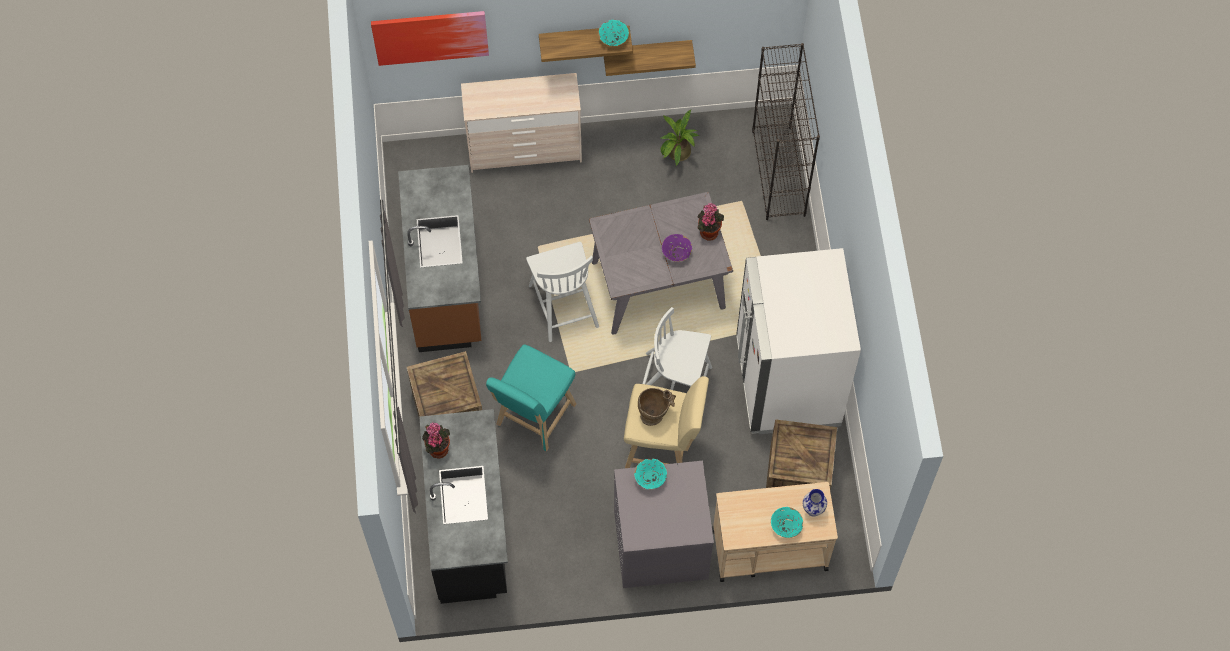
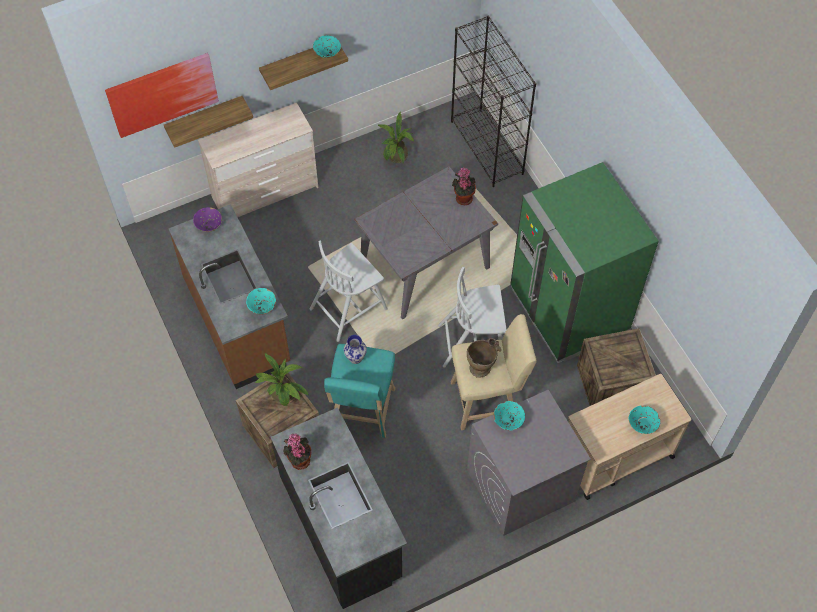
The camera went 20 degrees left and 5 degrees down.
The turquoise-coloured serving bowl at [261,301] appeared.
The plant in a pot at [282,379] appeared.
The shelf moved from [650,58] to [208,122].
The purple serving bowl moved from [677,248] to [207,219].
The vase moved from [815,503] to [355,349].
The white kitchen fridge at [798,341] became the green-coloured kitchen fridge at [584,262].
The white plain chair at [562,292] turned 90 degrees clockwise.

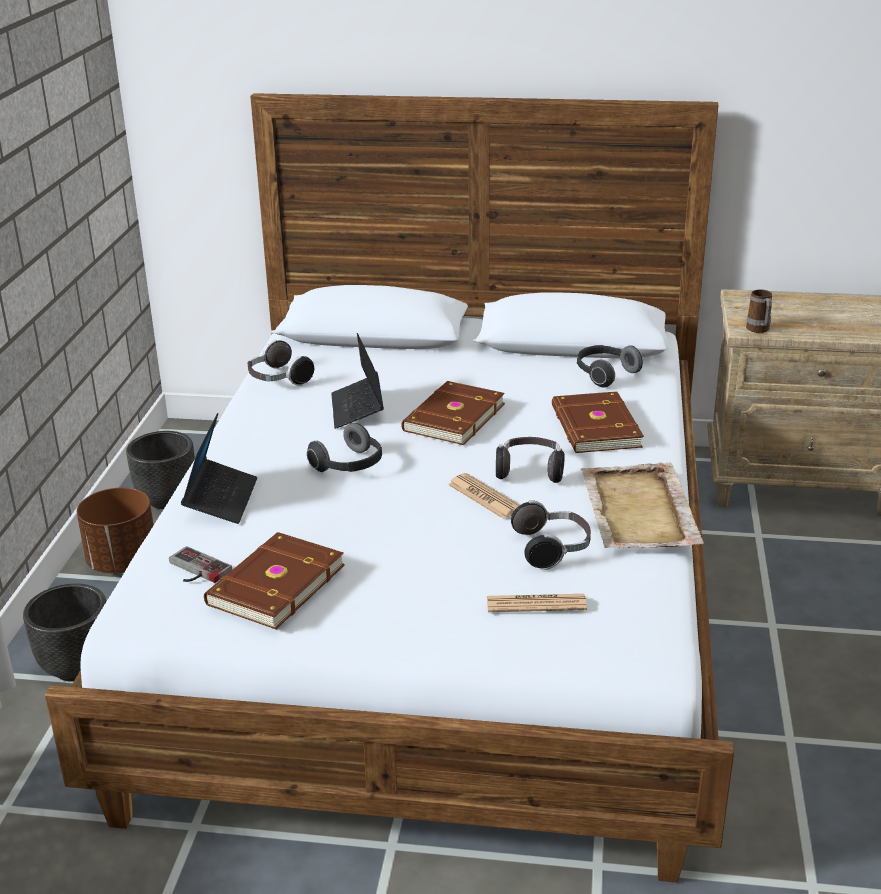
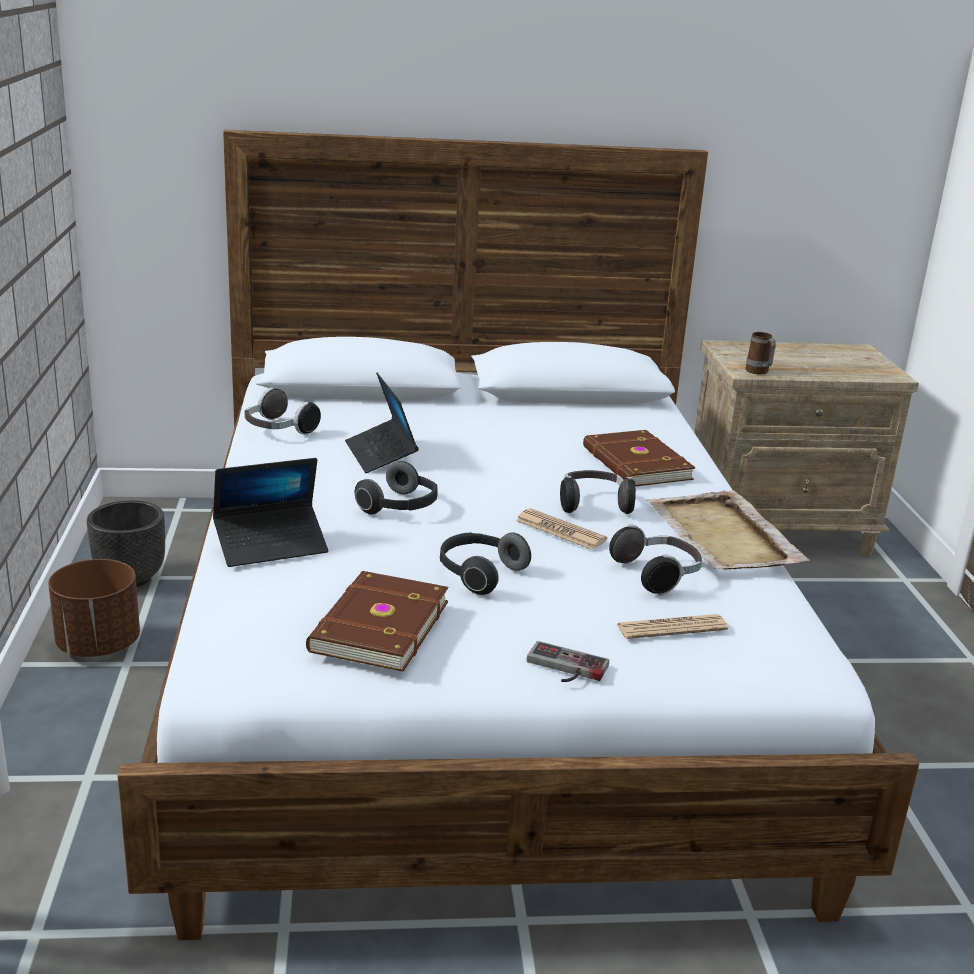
The camera went 15 degrees left and 5 degrees down.
The black plant pot at [65,632] disappeared.
The brownish volume at [453,413] disappeared.
The joypad moved from [200,564] to [568,661].
The pair of headphones moved from [610,366] to [485,563].
The laptop at [219,468] turned 75 degrees clockwise.

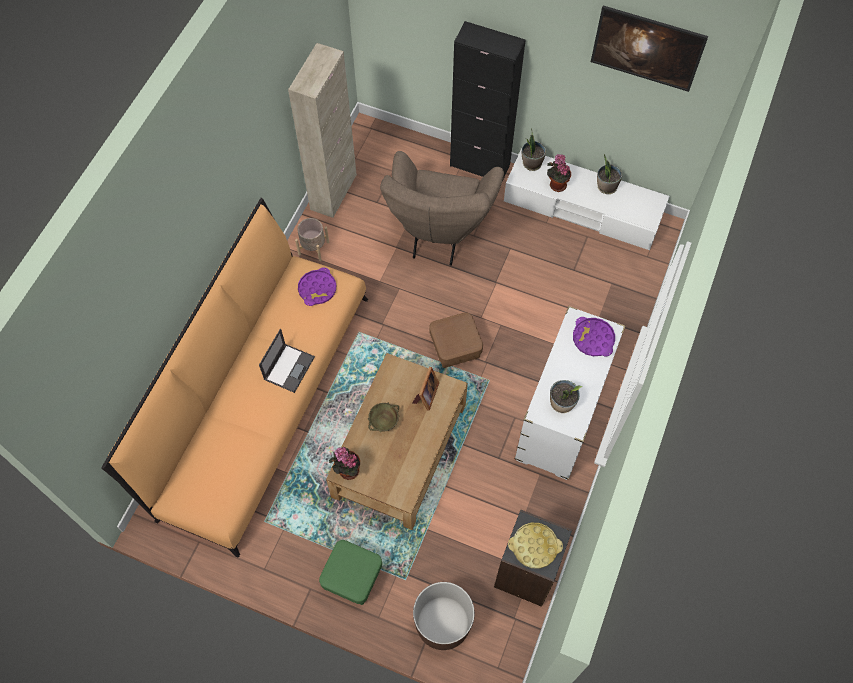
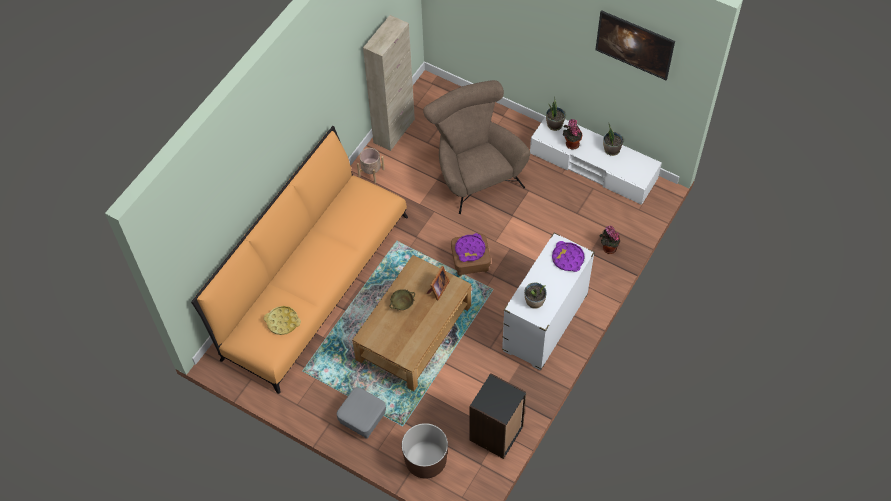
The camera went 10 degrees right and 5 degrees down.
The laptop at [287,361] disappeared.
The black cabinet at [488,100] disappeared.
The purple serving tray moved from [317,286] to [470,247].
The plant in a pot moved from [344,463] to [610,240].
The yellow-coloured serving tray moved from [535,546] to [282,320].
The green-coloured ottoman at [350,572] became the gray ottoman at [361,413].
The brownish armchair at [442,208] turned 135 degrees clockwise.

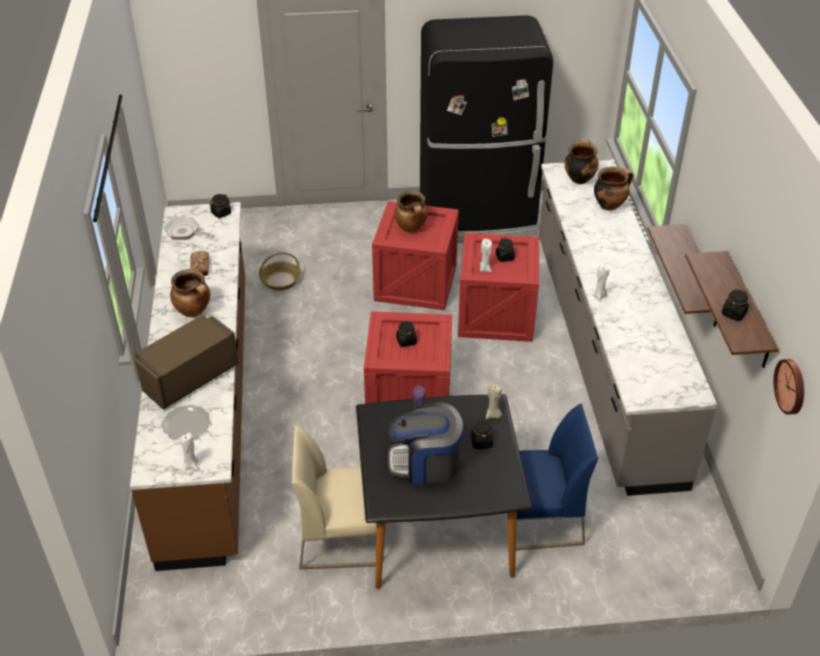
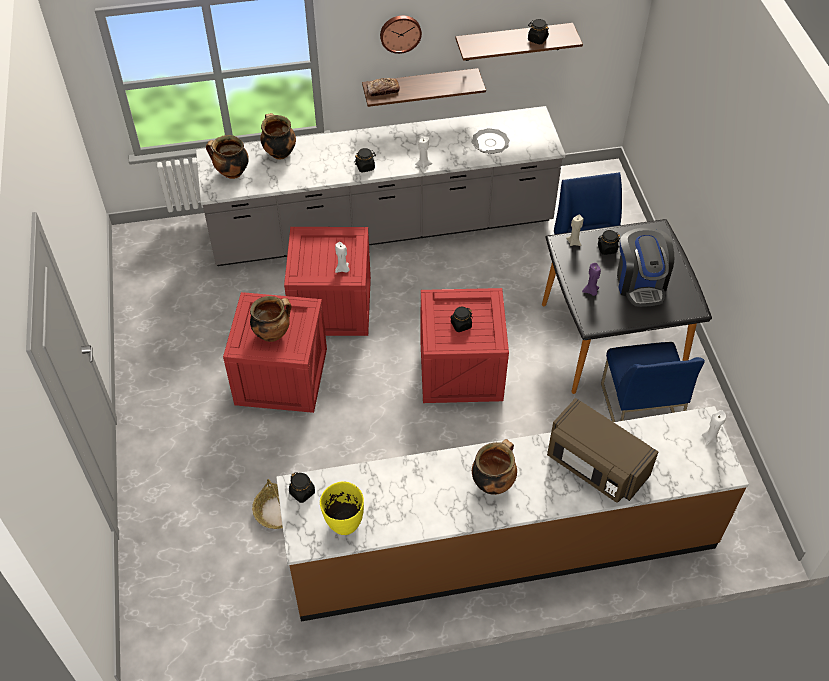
The camera went 95 degrees left and 10 degrees up.
The black kitchen fridge at [486,129] disappeared.
The dinner plate moved from [186,422] to [491,141].
The baked bread moved from [199,263] to [383,87].
The black preserve jar moved from [505,250] to [365,160].
The hanging clock moved from [789,387] to [401,35].
The pan at [189,228] was replaced by the yellow-coloured vase at [342,508].
The sand-coloured plain chair at [334,497] became the bluish plain chair at [653,382].

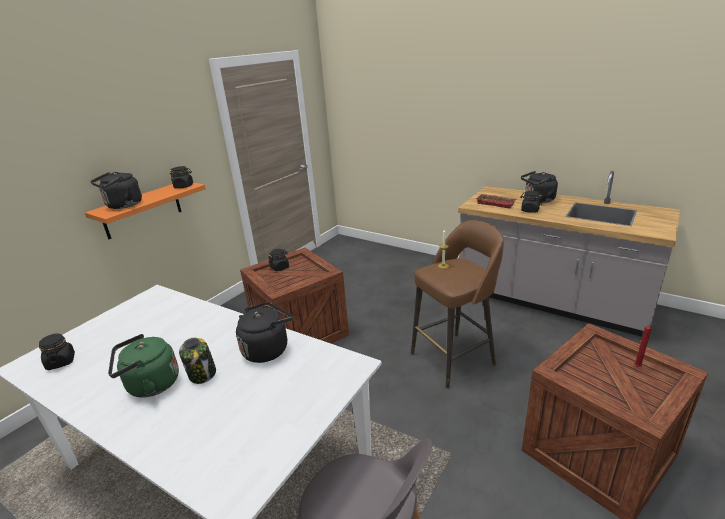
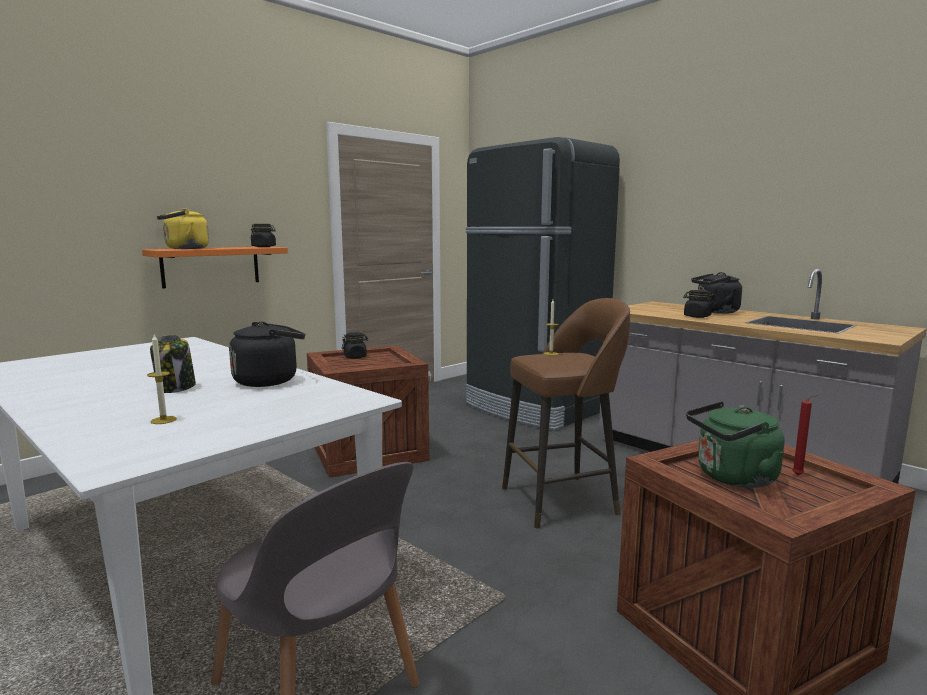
The camera went 10 degrees right and 15 degrees down.
The black preserve jar at [57,351] disappeared.
The red-coloured serving tray at [496,201] disappeared.
The candle at [162,379] appeared.
The black kitchen fridge at [543,284] appeared.
The green-coloured tea kettle moved from [143,366] to [735,444].
The black tea kettle at [116,190] became the yellow-coloured tea kettle at [183,228].

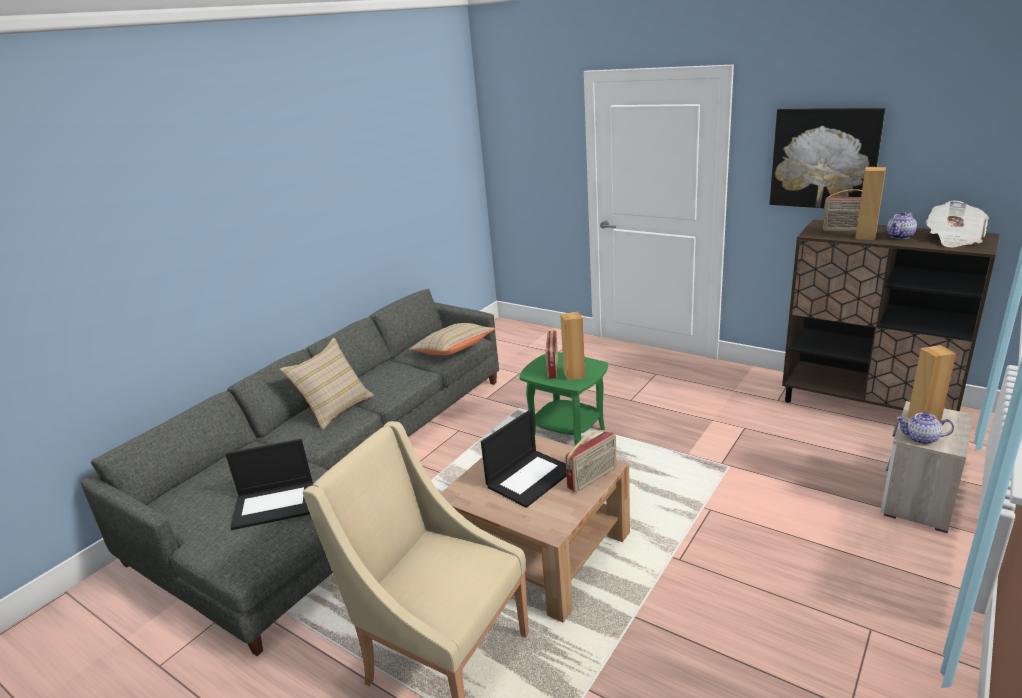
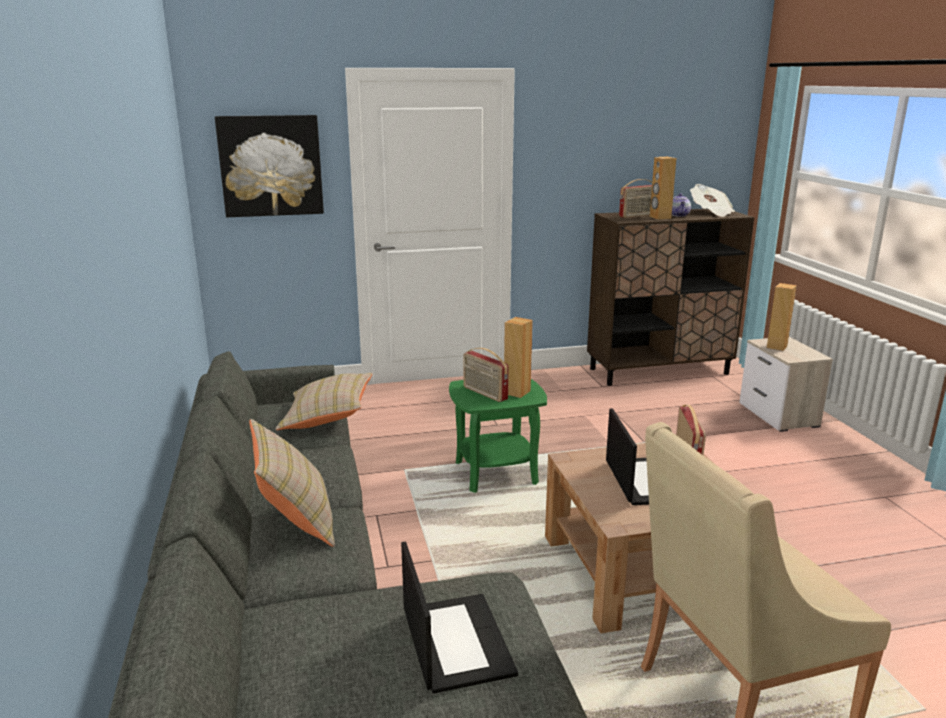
The camera went 50 degrees left and 5 degrees down.
The tea pot at [925,428] disappeared.
The wall picture moved from [827,158] to [269,166].
The laptop at [269,484] turned 45 degrees counterclockwise.

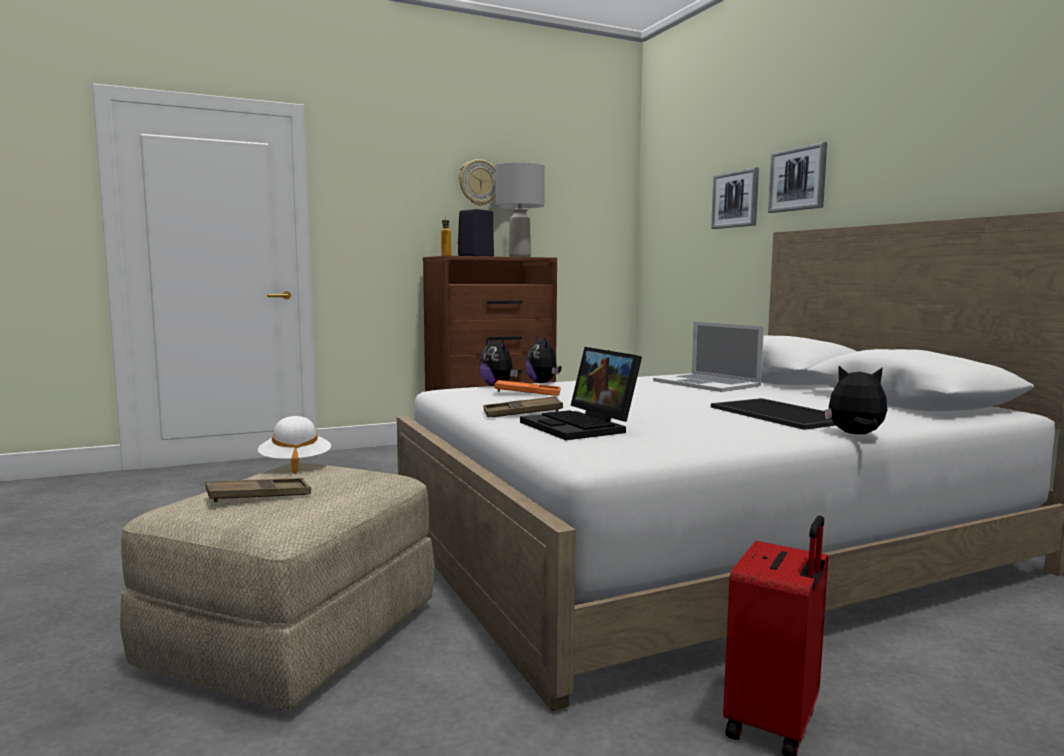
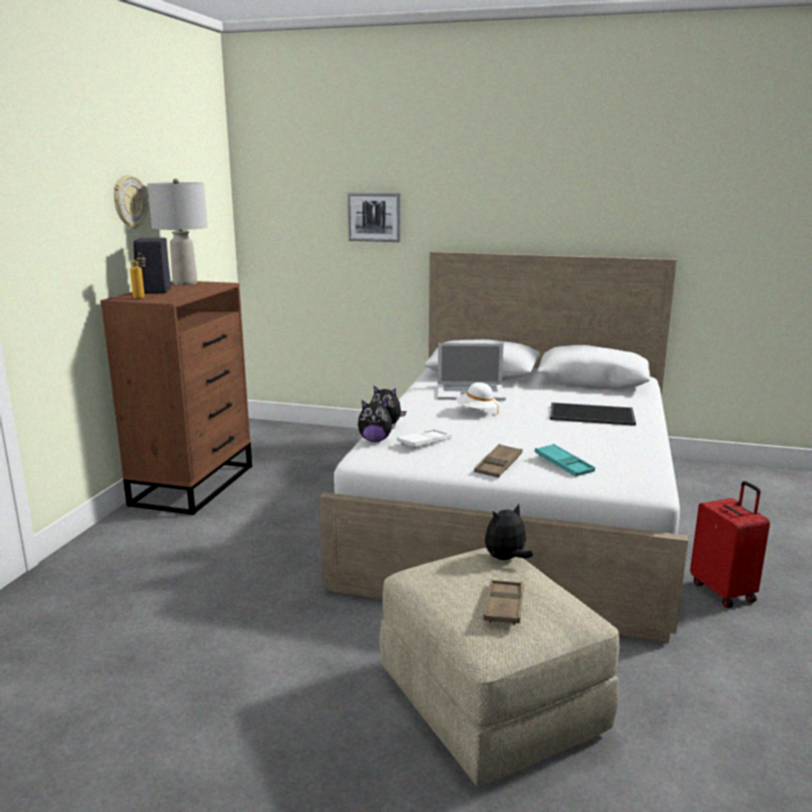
The camera went 50 degrees left and 10 degrees up.
The wall picture at [797,177] disappeared.
The white hat moved from [294,445] to [477,398].
The cuddly toy moved from [856,400] to [509,532].
The laptop at [581,393] was replaced by the turquoise-coloured serving tray at [565,460].
The orangey serving tray at [527,388] became the white serving tray at [424,438].

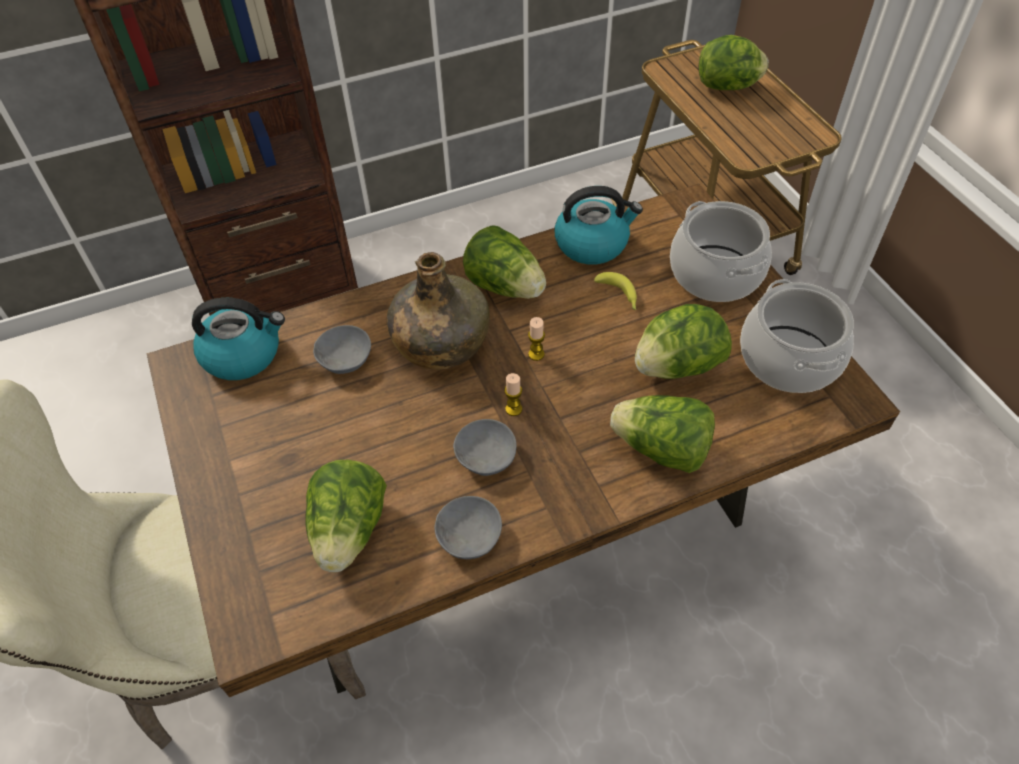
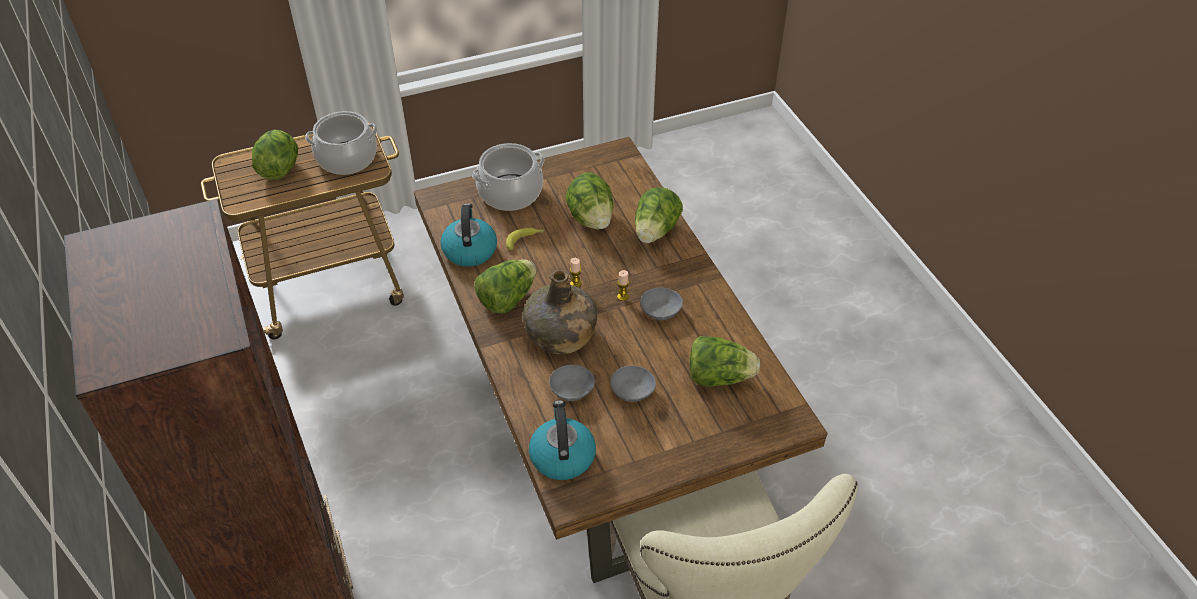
The camera went 90 degrees left and 5 degrees down.
The gray serving bowl moved from [468,527] to [633,383].
The stockpot moved from [797,336] to [341,143].

